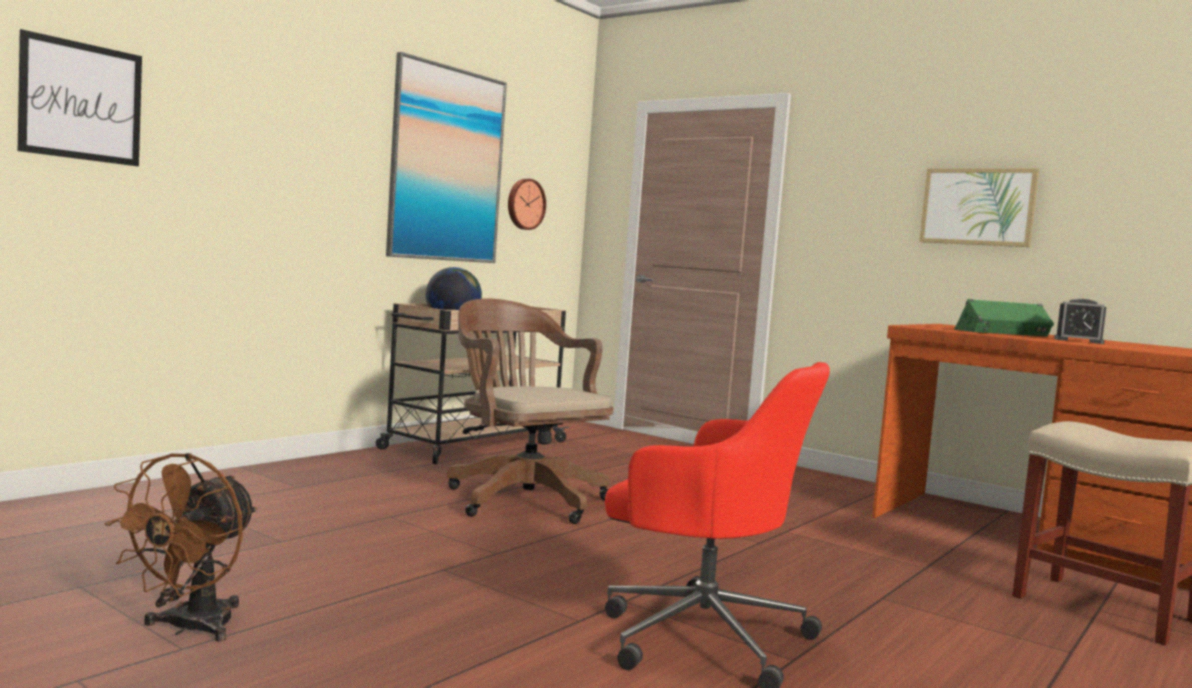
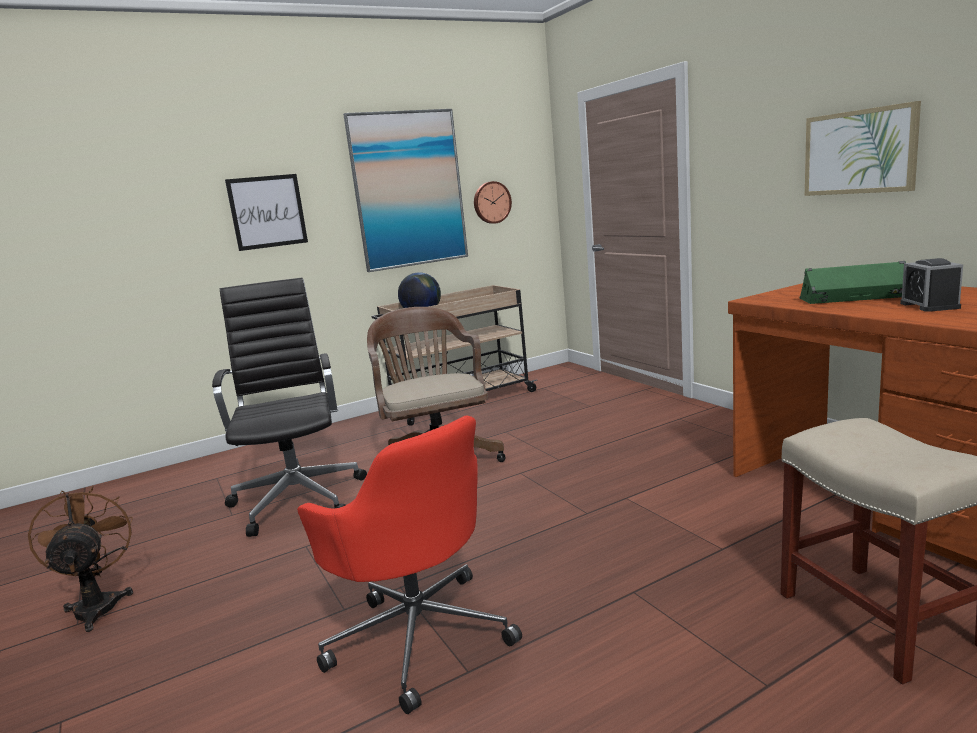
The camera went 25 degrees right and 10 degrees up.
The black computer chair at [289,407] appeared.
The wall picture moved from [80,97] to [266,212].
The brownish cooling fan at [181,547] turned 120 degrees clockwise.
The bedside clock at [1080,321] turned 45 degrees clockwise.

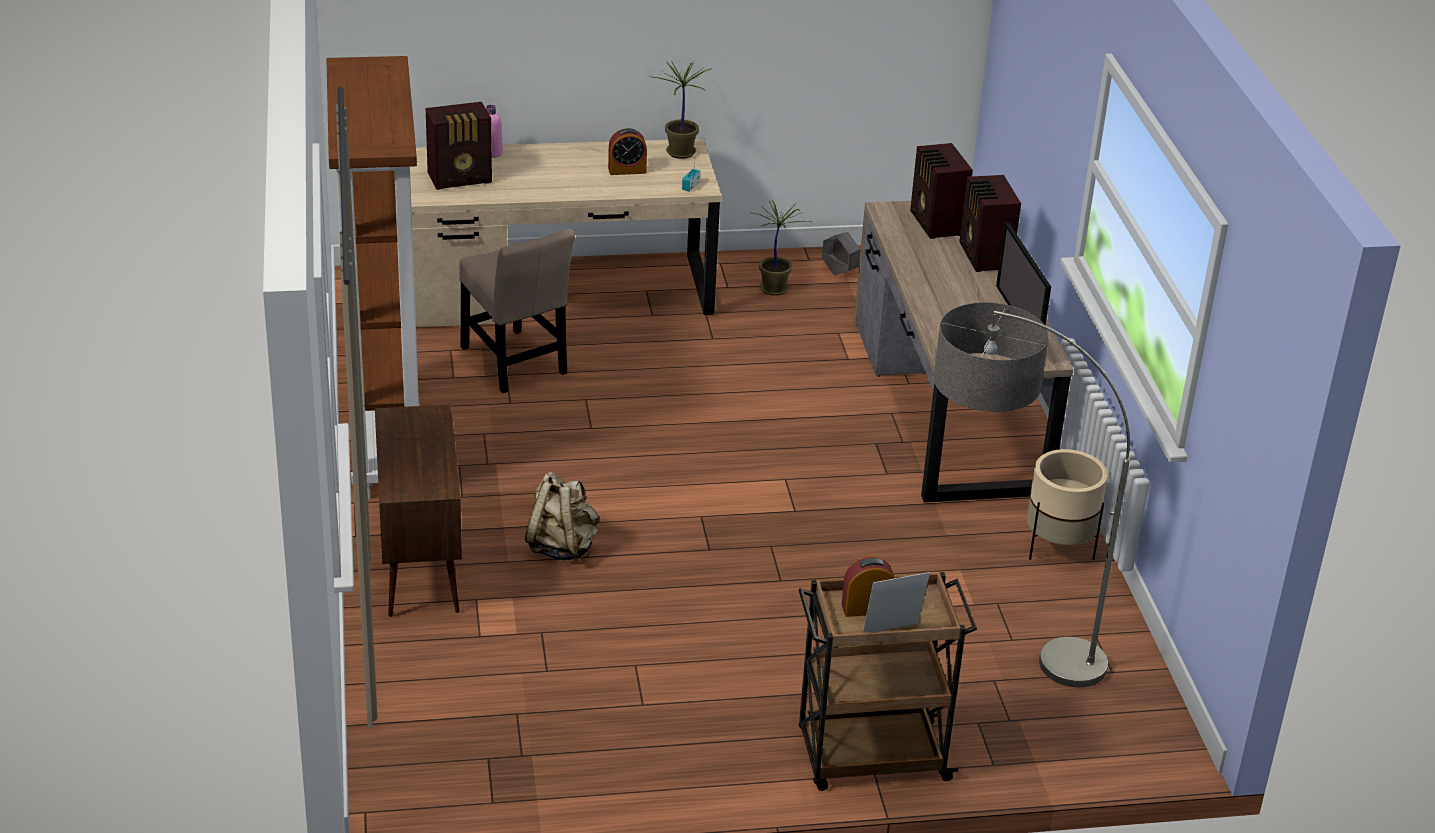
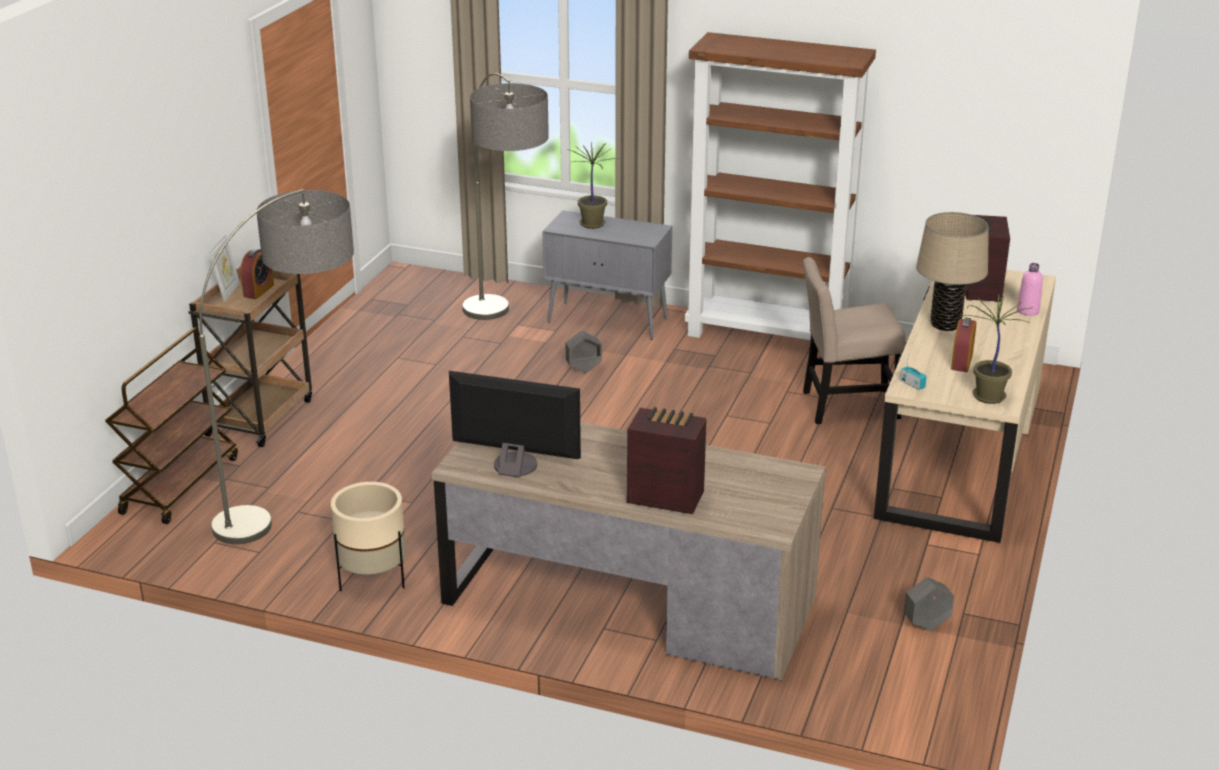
The camera went 120 degrees right and 5 degrees down.
The radio at [941,191] disappeared.
The brownish wheeled cart at [171,425] appeared.
The floor lamp at [506,196] appeared.
The sand-coloured table lamp at [952,271] appeared.
The plant in a pot moved from [782,248] to [594,185].
The sand-coloured rucksack at [562,516] was replaced by the gray plant pot at [584,351].
The brownish cabinet at [418,511] became the gray cabinet at [607,275].

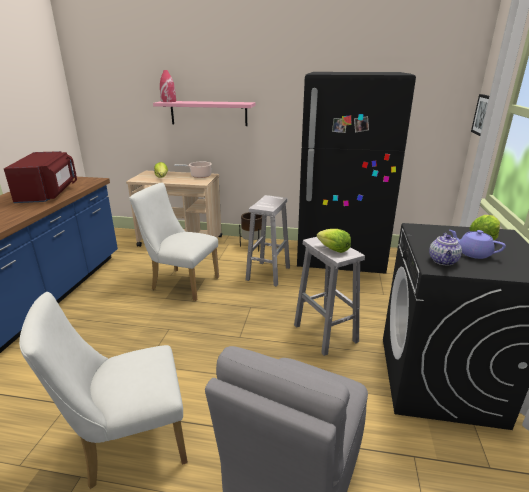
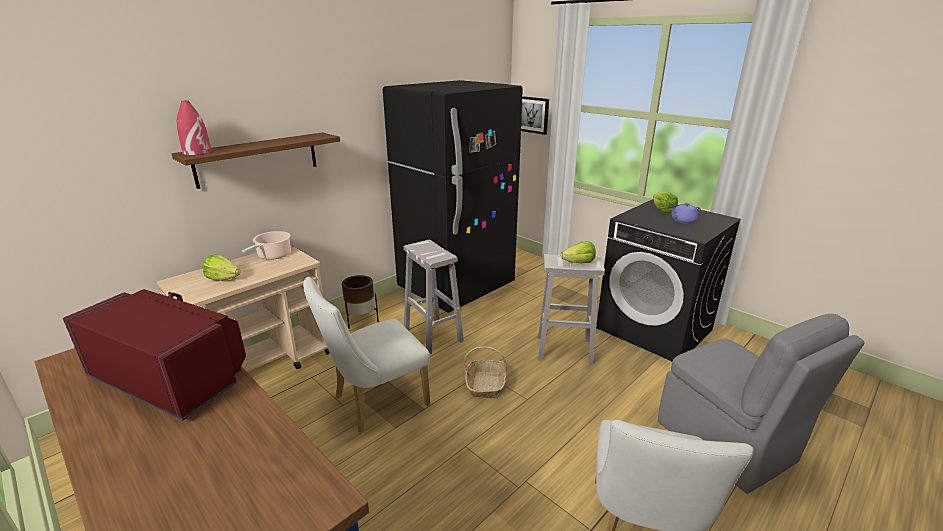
The camera went 55 degrees left and 0 degrees up.
The tea pot at [445,249] disappeared.
The basket at [485,372] appeared.
The pinkish shelf at [204,113] became the brownish shelf at [256,160].

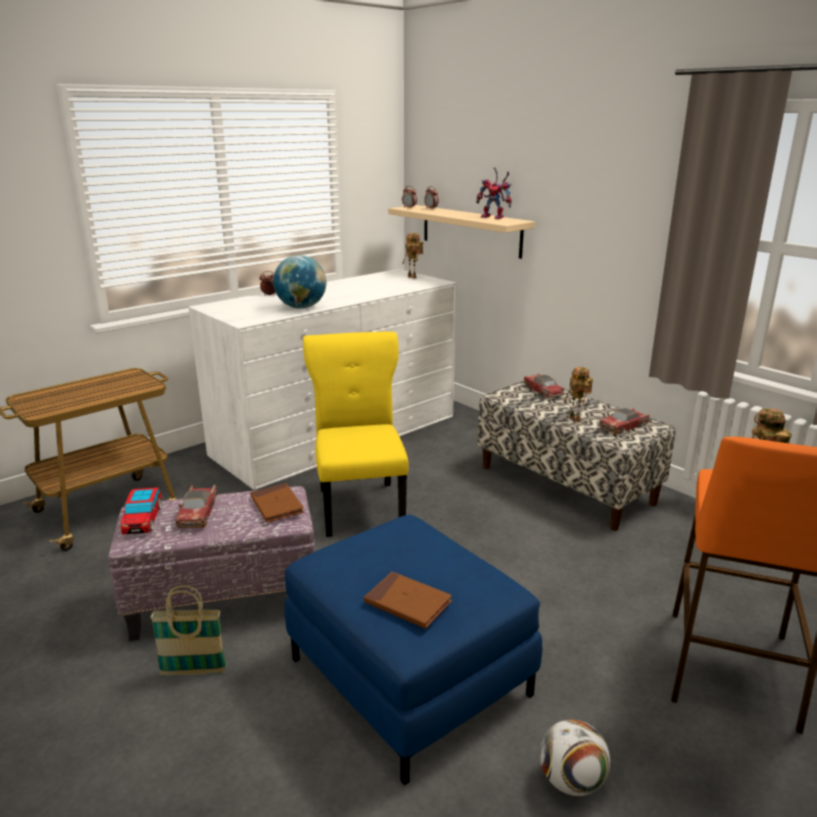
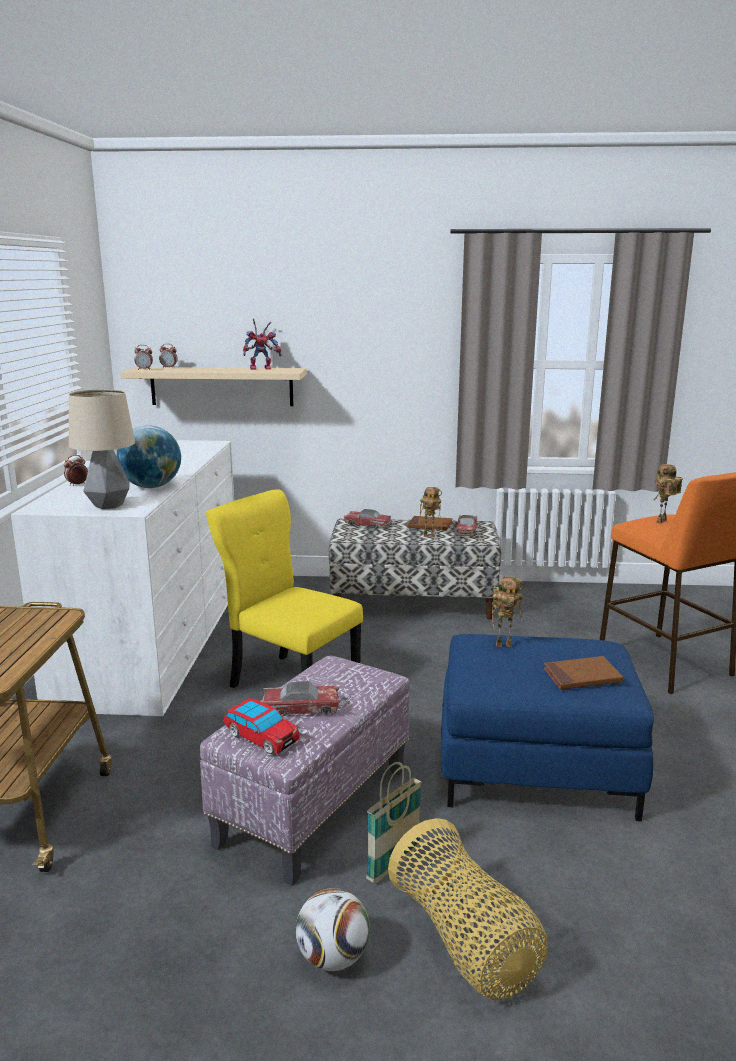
The camera went 45 degrees left and 5 degrees down.
The table lamp at [102,449] appeared.
The basket at [468,909] appeared.
The brownish volume moved from [277,502] to [430,523].
The toy robot moved from [412,256] to [508,612].
The football moved from [575,758] to [333,929].
The miniature car at [196,506] turned 45 degrees counterclockwise.

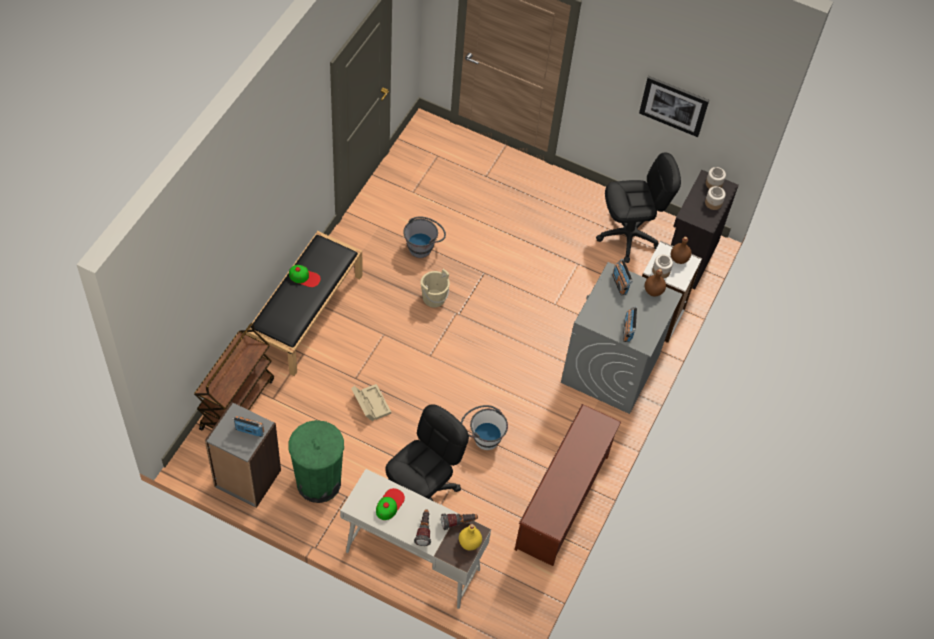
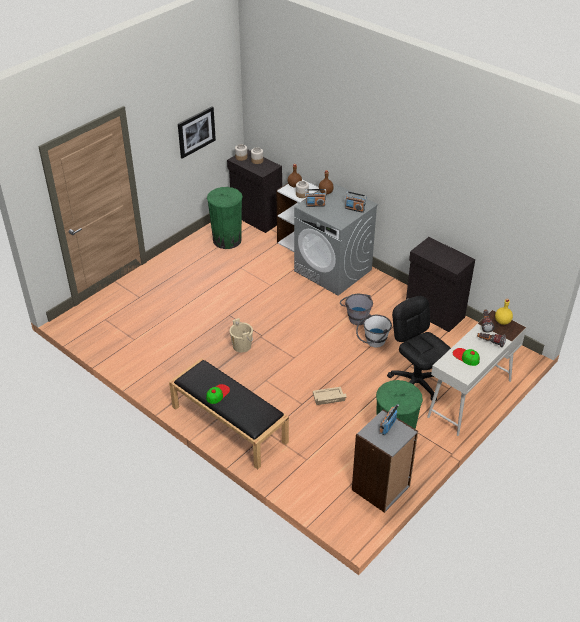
The camera went 70 degrees left and 15 degrees down.
The brownish wheeled cart at [234,377] disappeared.
The gray bucket moved from [424,237] to [356,309].
The brownish shoe shelf at [568,485] was replaced by the black cabinet at [440,284].
The black computer chair at [638,207] was replaced by the green-coloured trash can at [225,218].

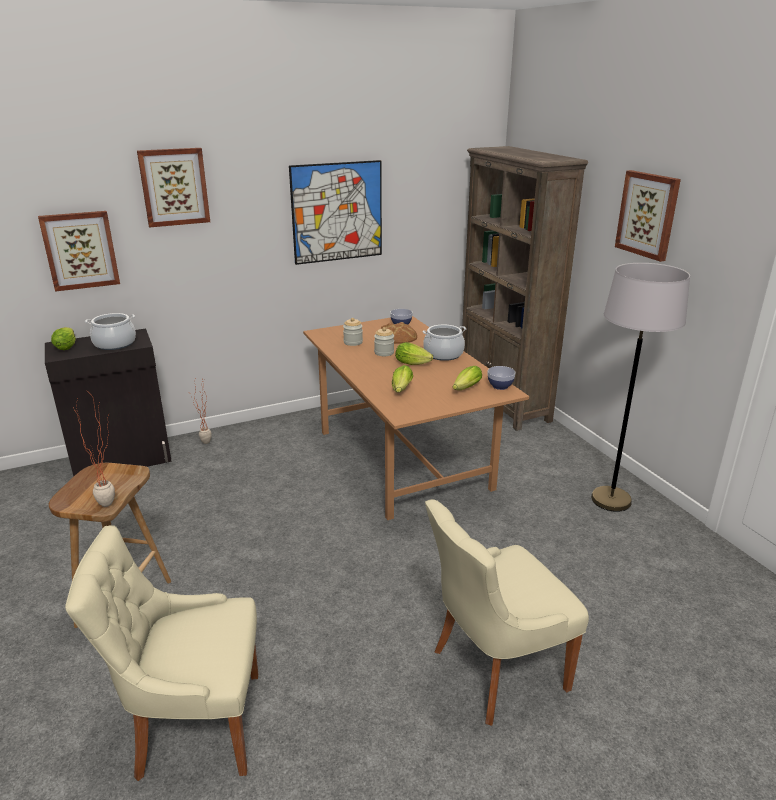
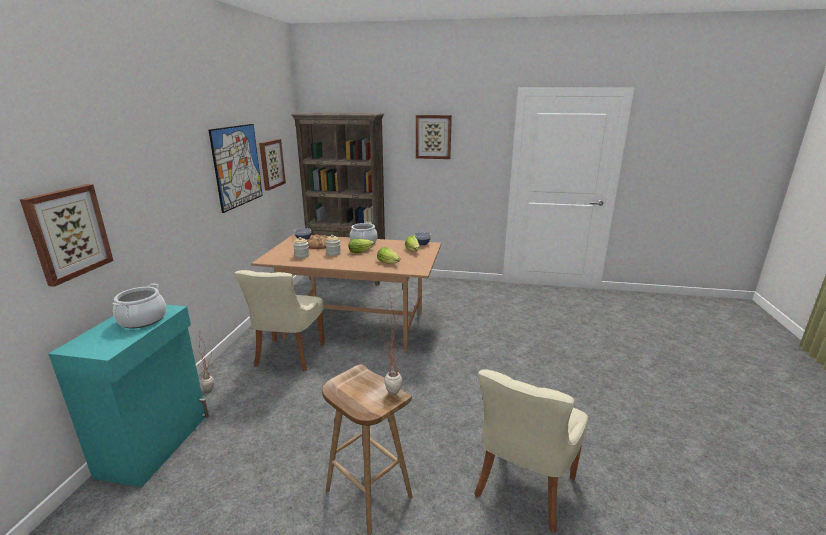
The camera went 55 degrees left and 5 degrees down.
The head of lettuce at [63,338] disappeared.
The gray floor lamp at [640,387] disappeared.
The wall picture moved from [173,187] to [272,165].
The sand-coloured plain chair moved from [507,612] to [279,320].
The black cabinet at [108,403] became the turquoise-coloured cabinet at [129,396].

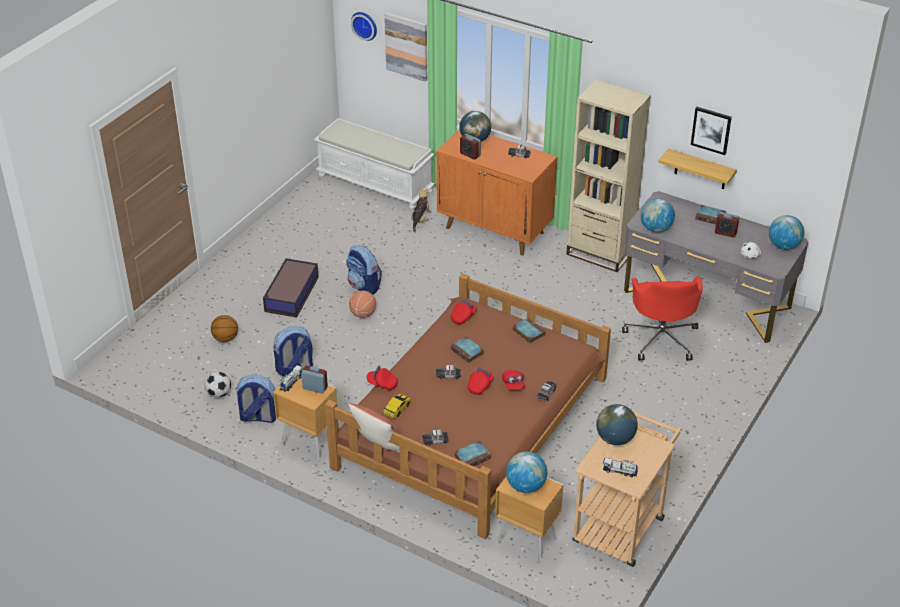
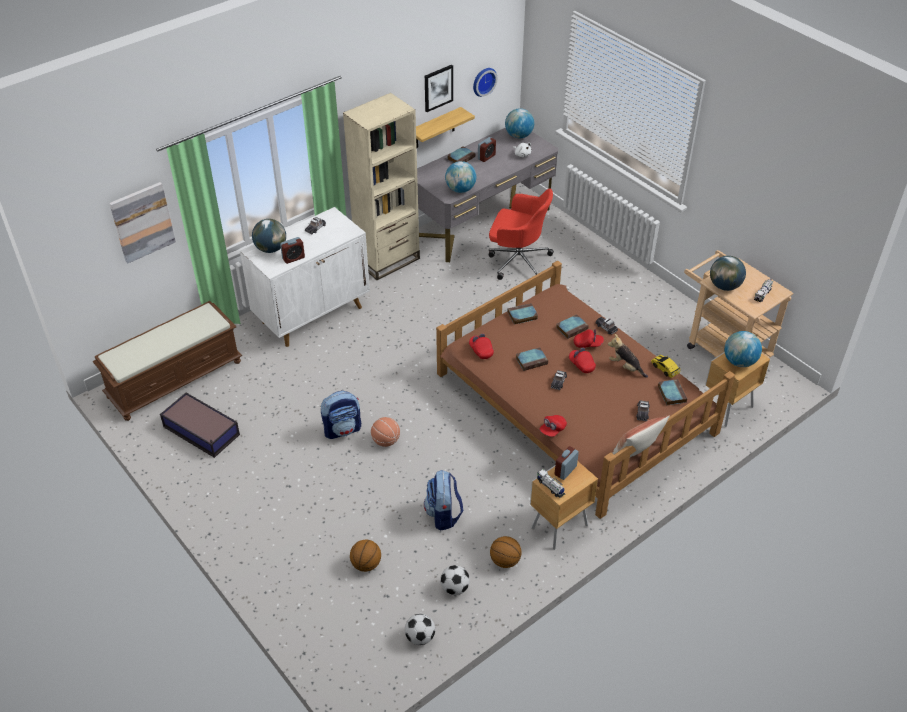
The camera went 70 degrees left and 5 degrees up.
The football at [420,629] appeared.
The volume at [572,326] appeared.
The storage container moved from [291,288] to [200,425].
The hanging clock moved from [364,26] to [485,82].
The miniature car moved from [397,406] to [665,366].
The cuddly toy moved from [421,210] to [628,356].
The rucksack at [255,399] was replaced by the basketball at [506,552].
The white bench at [374,163] became the brownish bench at [167,361].
The orangey cabinet at [496,192] became the white cabinet at [305,277].

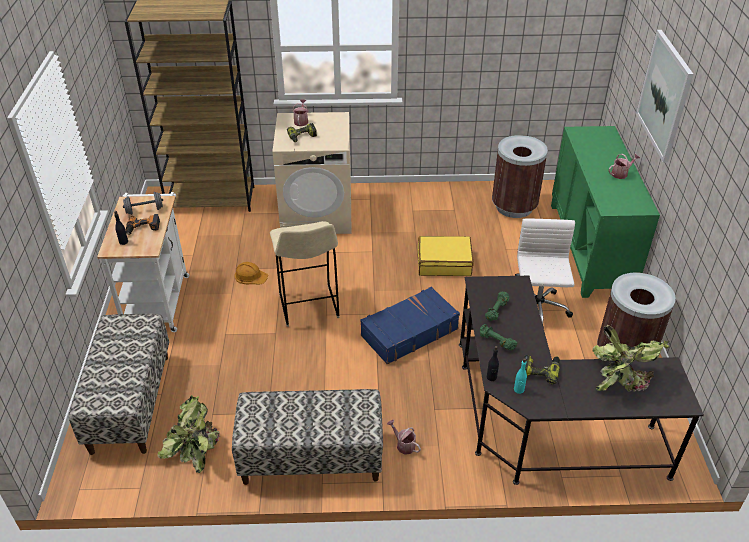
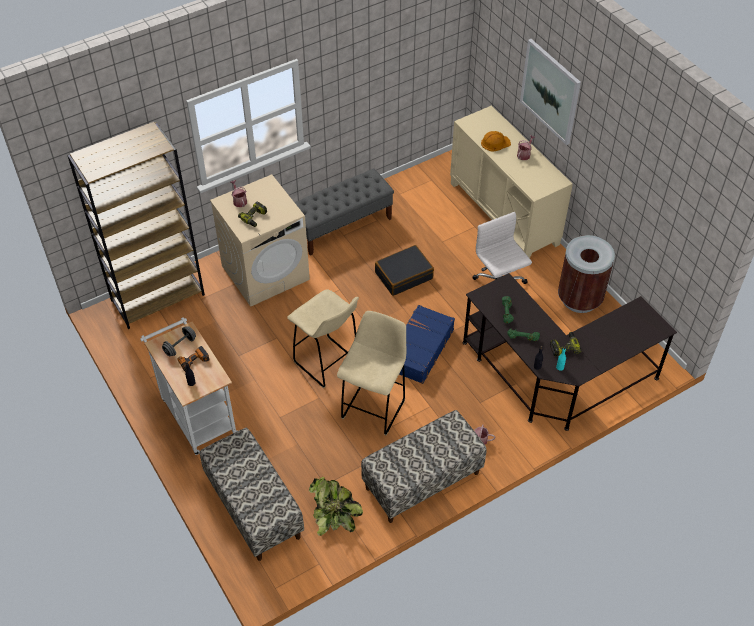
The camera went 30 degrees left and 10 degrees up.
The brownish trash can at [520,176] disappeared.
The plant in a pot at [630,358] disappeared.
The gray bench at [344,212] appeared.
The sand-coloured sitting stool at [371,373] appeared.
The orangey work helmet moved from [251,273] to [496,141].
The yellow-coloured suitcase at [446,256] became the black suitcase at [404,270].
The green-coloured cabinet at [605,212] became the sand-coloured cabinet at [511,182].

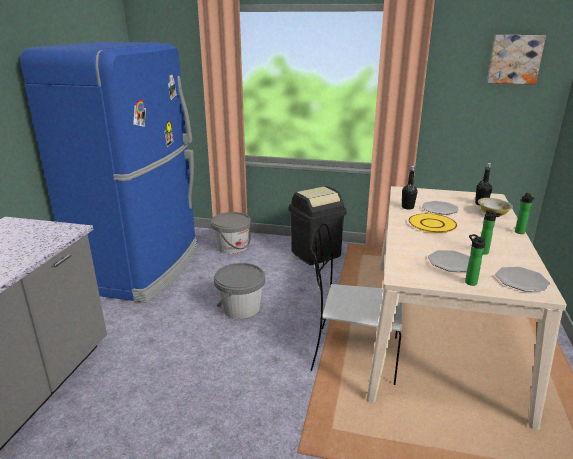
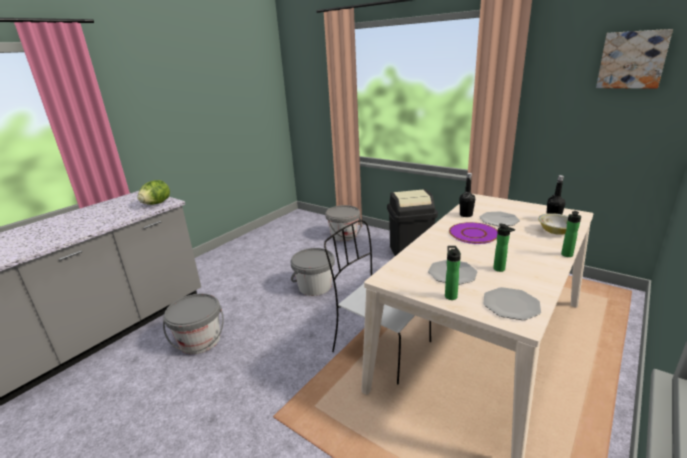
The camera went 25 degrees right and 0 degrees up.
The bluish kitchen fridge at [109,172] disappeared.
The head of lettuce at [153,192] appeared.
The gray bucket at [193,323] appeared.
The yellow-coloured dinner plate at [433,223] became the purple dinner plate at [473,233].

